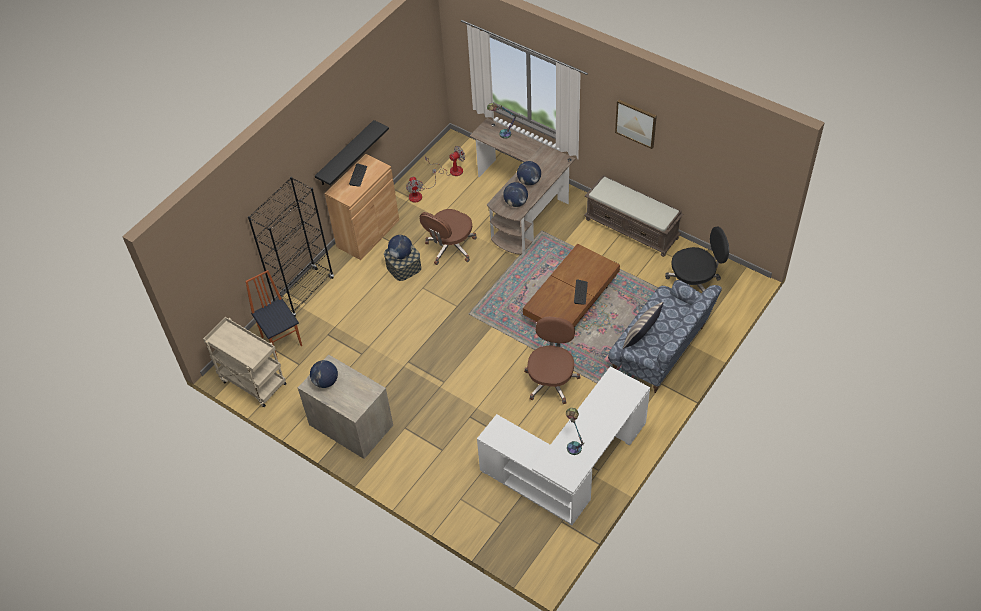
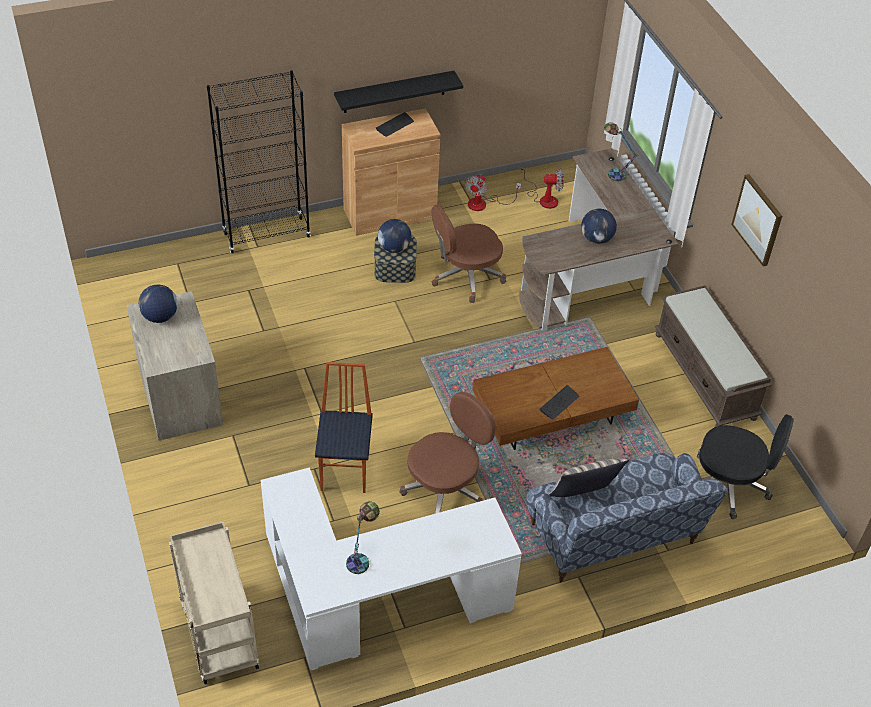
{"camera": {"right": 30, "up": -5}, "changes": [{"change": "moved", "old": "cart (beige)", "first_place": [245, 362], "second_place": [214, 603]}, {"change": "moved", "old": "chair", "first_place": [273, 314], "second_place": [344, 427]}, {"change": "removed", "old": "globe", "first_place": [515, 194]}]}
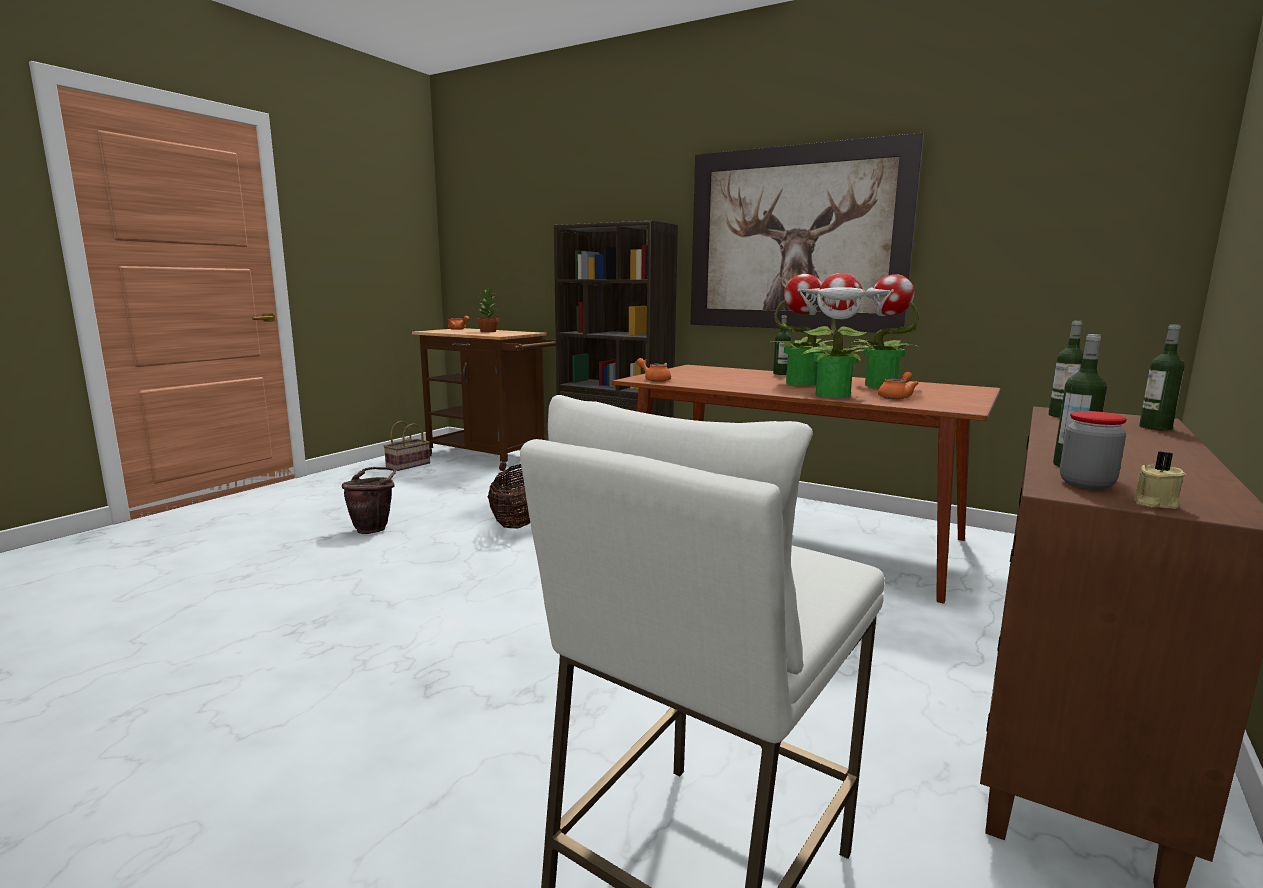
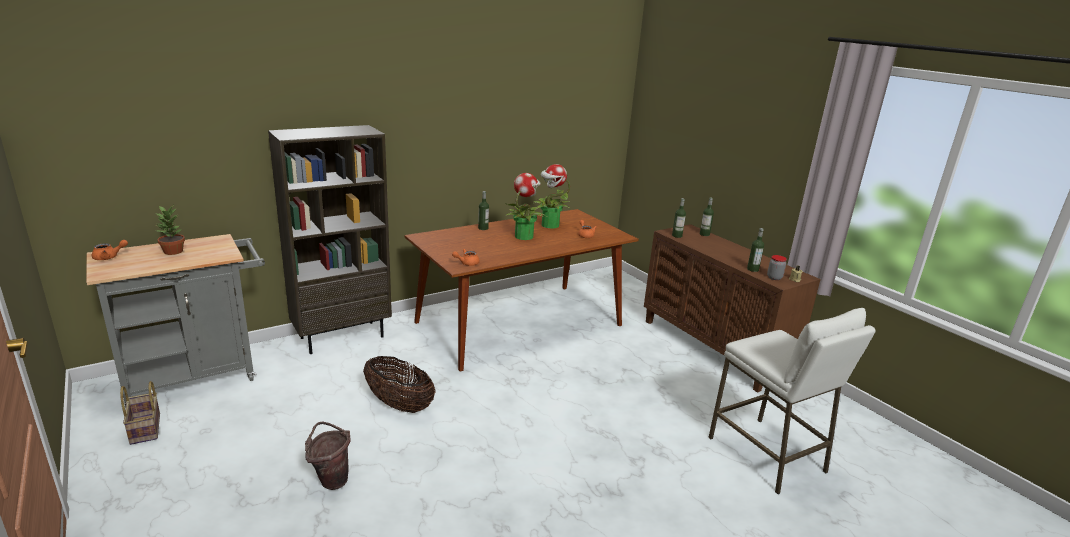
{"camera": {"right": -65, "up": 10}, "changes": [{"change": "recoloured", "old": "cart (brown)", "new": "cart (grey)", "first_place": [484, 399], "second_place": [175, 321]}, {"change": "removed", "old": "picture", "first_place": [807, 233]}, {"change": "removed", "old": "potted plant", "first_place": [835, 335]}]}
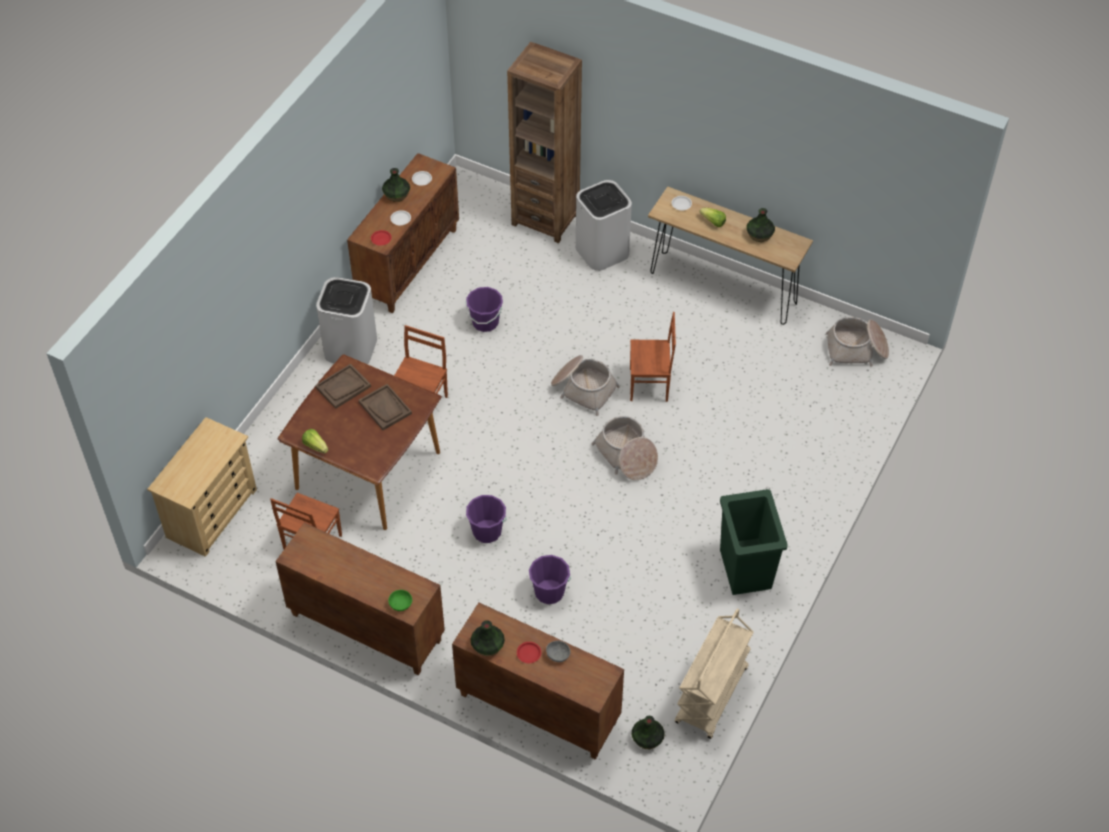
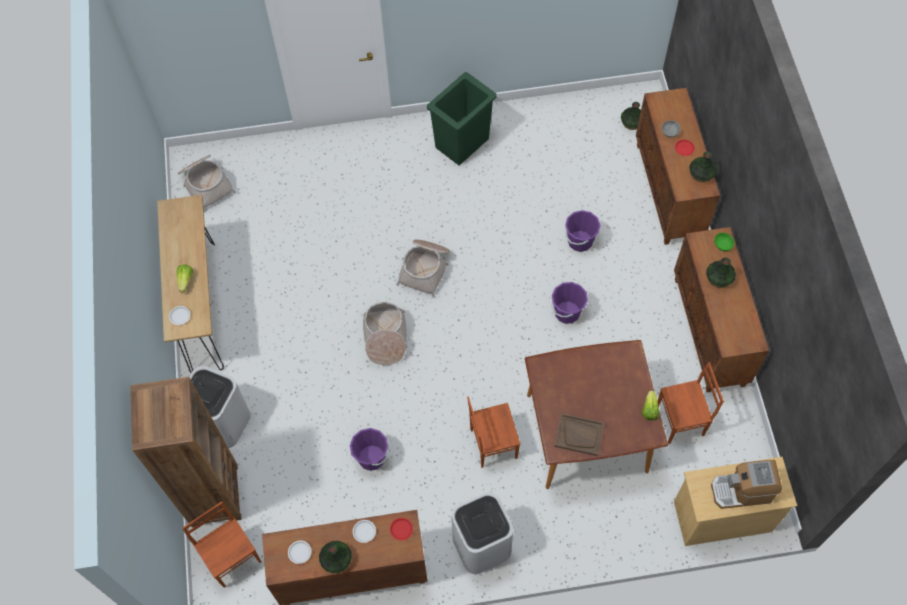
{"camera": {"right": -125, "up": 10}, "changes": [{"change": "moved", "old": "chair (brown)", "first_place": [653, 357], "second_place": [221, 545]}, {"change": "moved", "old": "vase", "first_place": [760, 225], "second_place": [721, 272]}, {"change": "added", "new": "coffee machine", "second_place": [746, 484]}, {"change": "removed", "old": "tray (brown)", "first_place": [385, 407]}, {"change": "removed", "old": "cart (beige)", "first_place": [714, 674]}]}
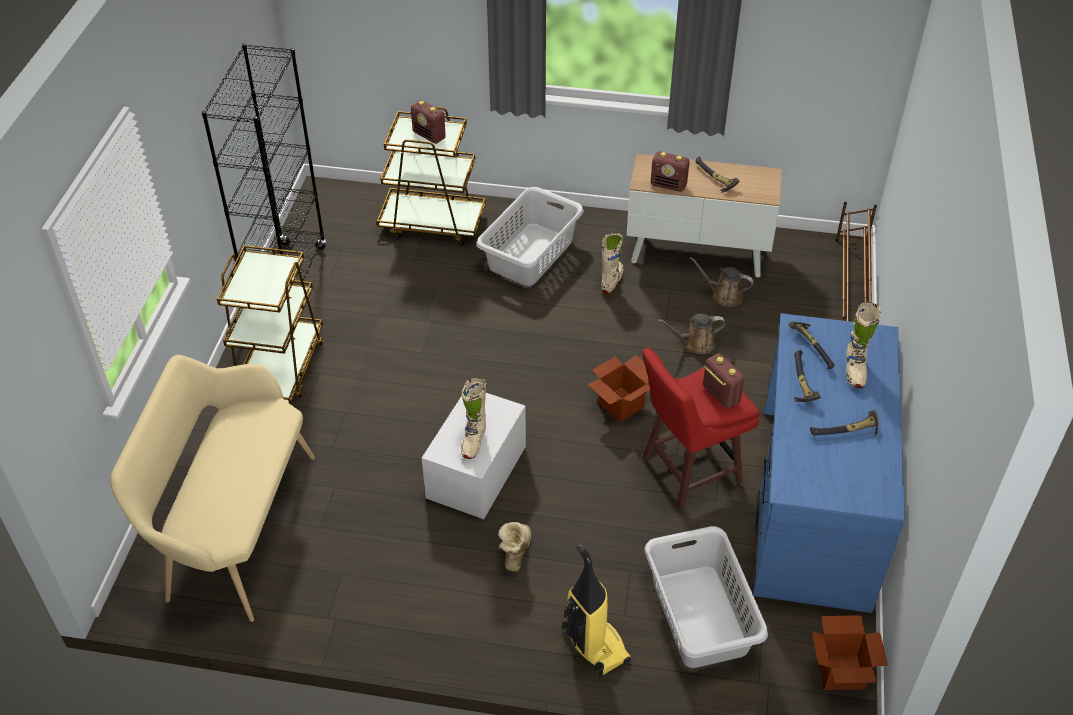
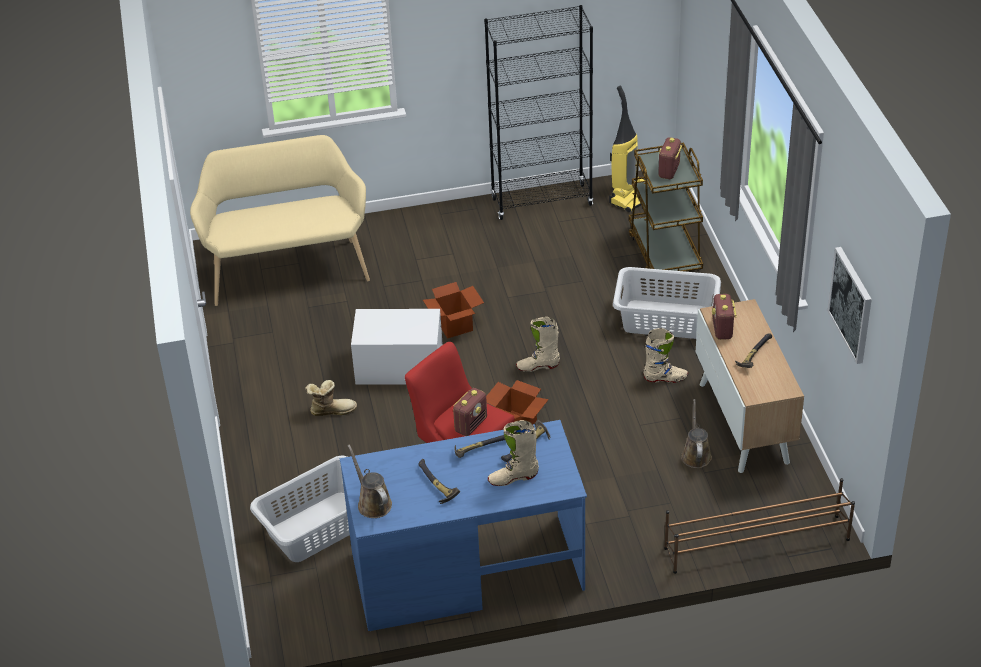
{"camera": {"right": 70, "up": -5}, "changes": [{"change": "moved", "old": "watering can (brown)", "first_place": [692, 334], "second_place": [370, 481]}, {"change": "moved", "old": "cardboard box", "first_place": [850, 652], "second_place": [453, 310]}, {"change": "moved", "old": "boot (beige)", "first_place": [473, 418], "second_place": [538, 344]}, {"change": "moved", "old": "vacuum cleaner", "first_place": [596, 611], "second_place": [627, 149]}, {"change": "added", "new": "picture", "second_place": [850, 305]}, {"change": "removed", "old": "cart (brown)", "first_place": [270, 324]}]}
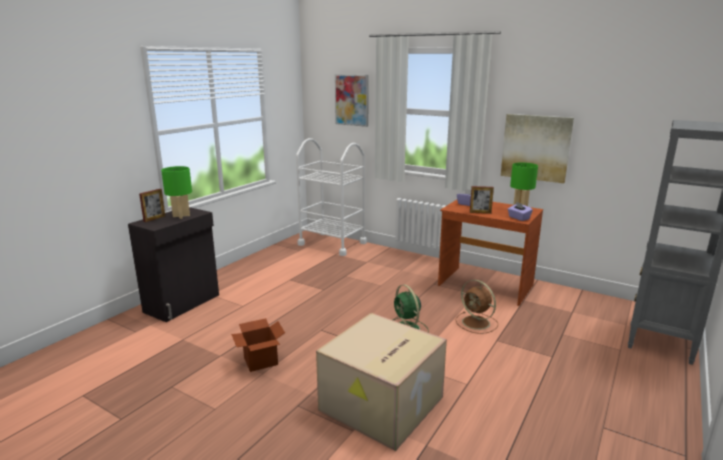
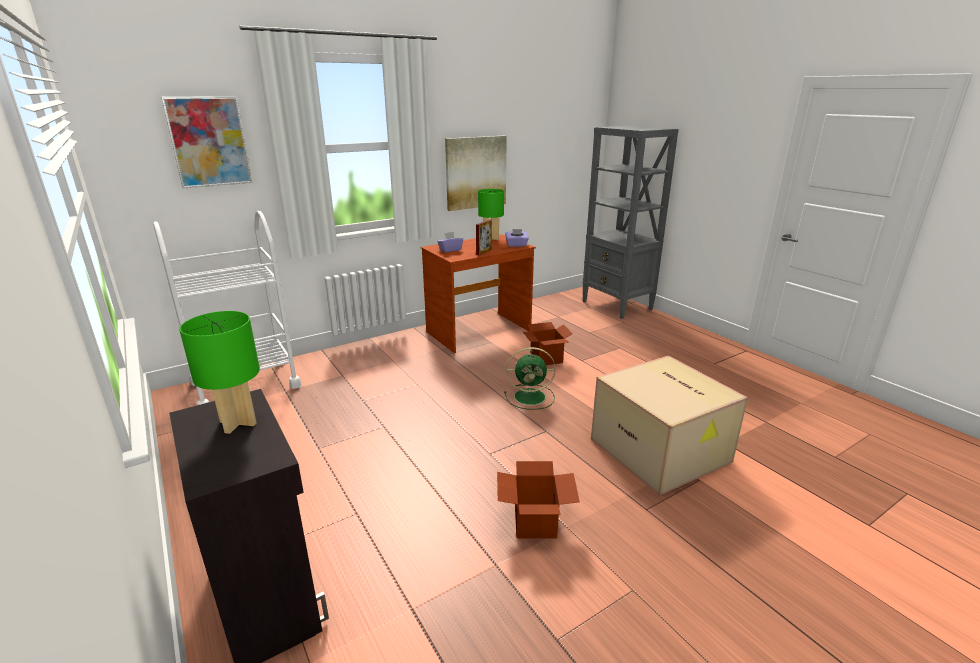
{"camera": {"right": -65, "up": 5}, "changes": [{"change": "replaced", "old": "fan (brown)", "new": "cardboard box", "first_place": [477, 307], "second_place": [548, 343]}, {"change": "removed", "old": "picture frame", "first_place": [152, 205]}]}
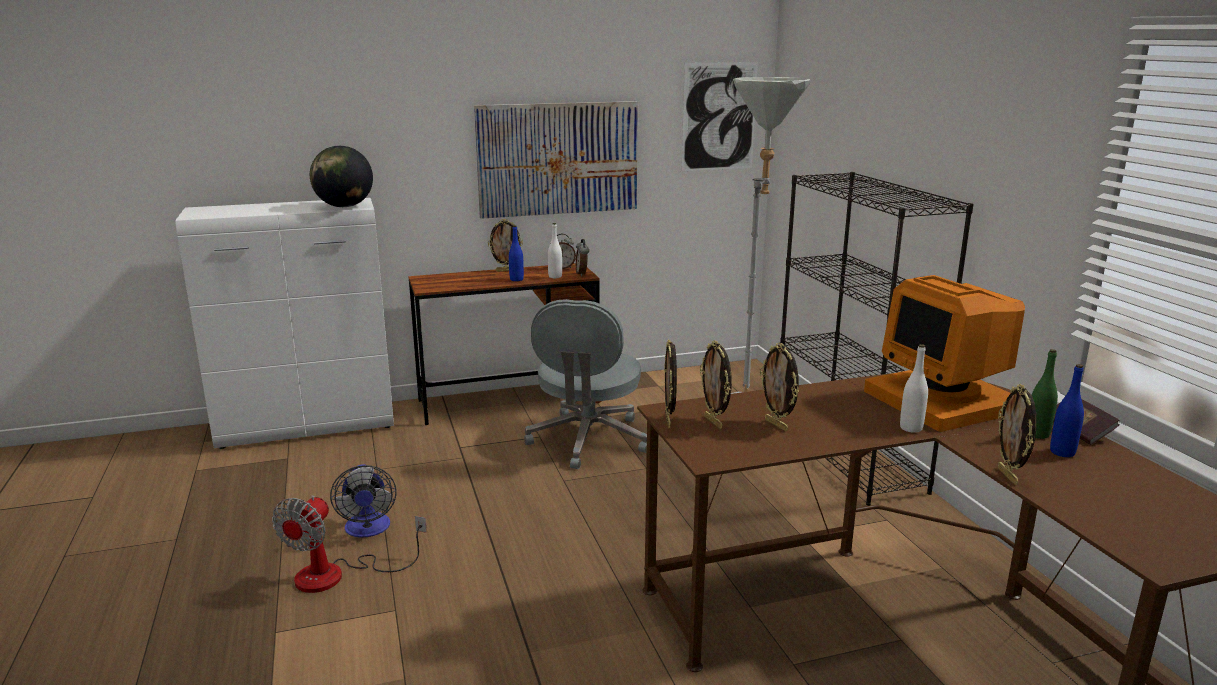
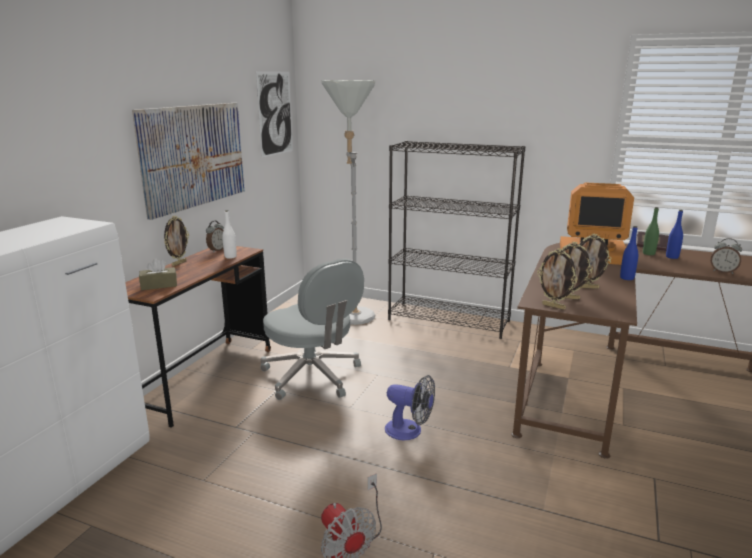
{"camera": {"right": -50, "up": 0}, "changes": [{"change": "added", "new": "tissue box (brown)", "second_place": [158, 274]}, {"change": "moved", "old": "fan", "first_place": [363, 501], "second_place": [410, 407]}, {"change": "moved", "old": "bottle (blue)", "first_place": [516, 253], "second_place": [629, 253]}, {"change": "moved", "old": "alarm clock", "first_place": [582, 258], "second_place": [726, 256]}, {"change": "removed", "old": "globe", "first_place": [341, 176]}, {"change": "removed", "old": "bottle (white)", "first_place": [914, 388]}, {"change": "removed", "old": "picture frame", "first_place": [1017, 434]}]}
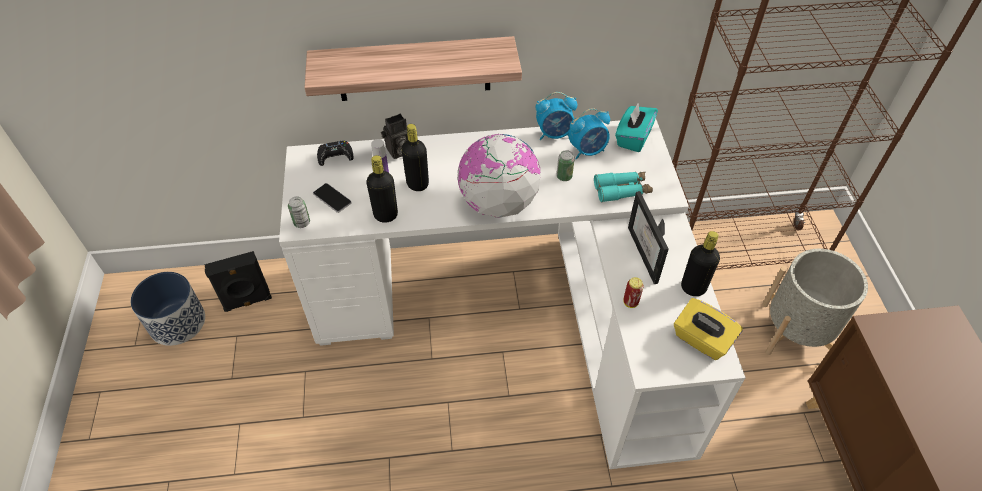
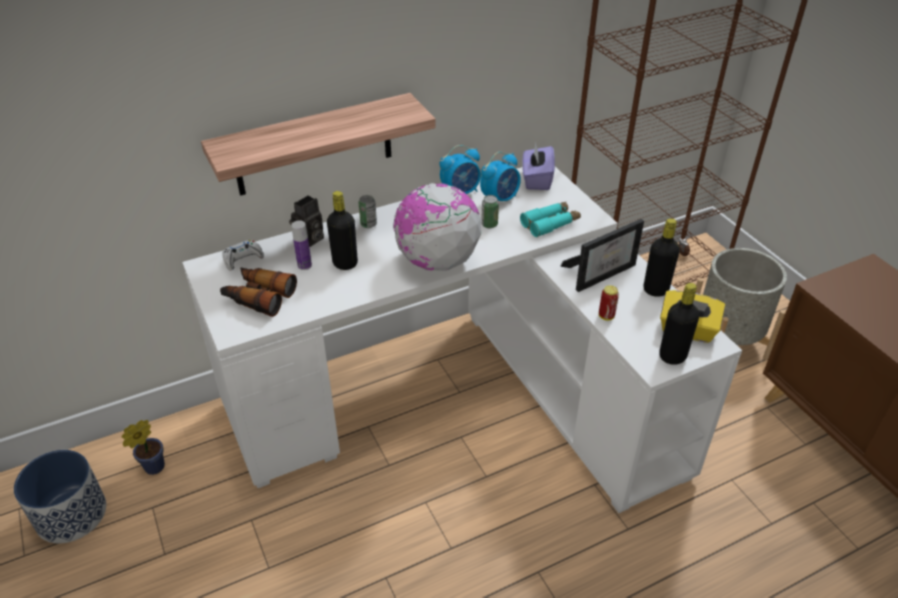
{"camera": {"right": -20, "up": -10}, "changes": [{"change": "replaced", "old": "speaker (black)", "new": "potted plant", "first_place": [238, 281], "second_place": [143, 447]}, {"change": "replaced", "old": "phone", "new": "binoculars", "first_place": [332, 198], "second_place": [258, 292]}, {"change": "recoloured", "old": "game controller (black)", "new": "game controller (white)", "first_place": [335, 153], "second_place": [243, 255]}, {"change": "moved", "old": "can", "first_place": [299, 212], "second_place": [368, 211]}, {"change": "recoloured", "old": "tissue box (turquoise)", "new": "tissue box (purple)", "first_place": [636, 127], "second_place": [538, 166]}, {"change": "turned", "old": "picture frame", "first_place": [648, 237], "second_place": [602, 255], "degrees": -90}, {"change": "moved", "old": "bottle (black)", "first_place": [382, 189], "second_place": [679, 324]}]}
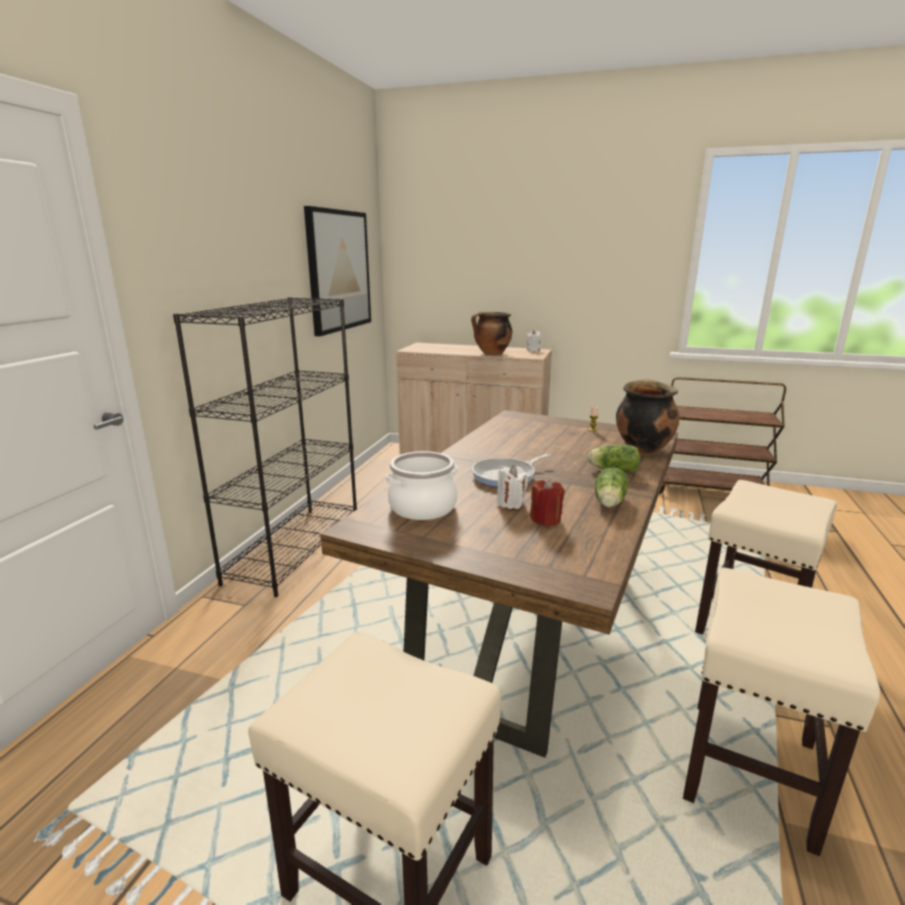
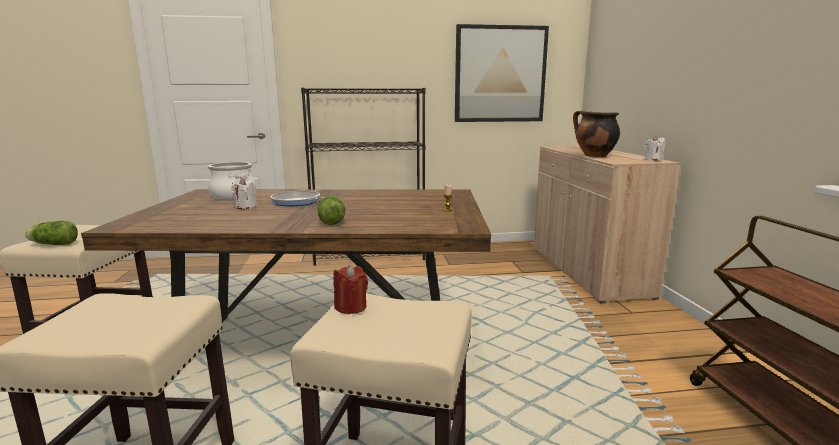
{"camera": {"right": 65, "up": -5}, "changes": [{"change": "moved", "old": "lettuce", "first_place": [612, 487], "second_place": [51, 233]}, {"change": "moved", "old": "candle (red)", "first_place": [547, 502], "second_place": [350, 289]}, {"change": "removed", "old": "cooking pot", "first_place": [647, 417]}]}
